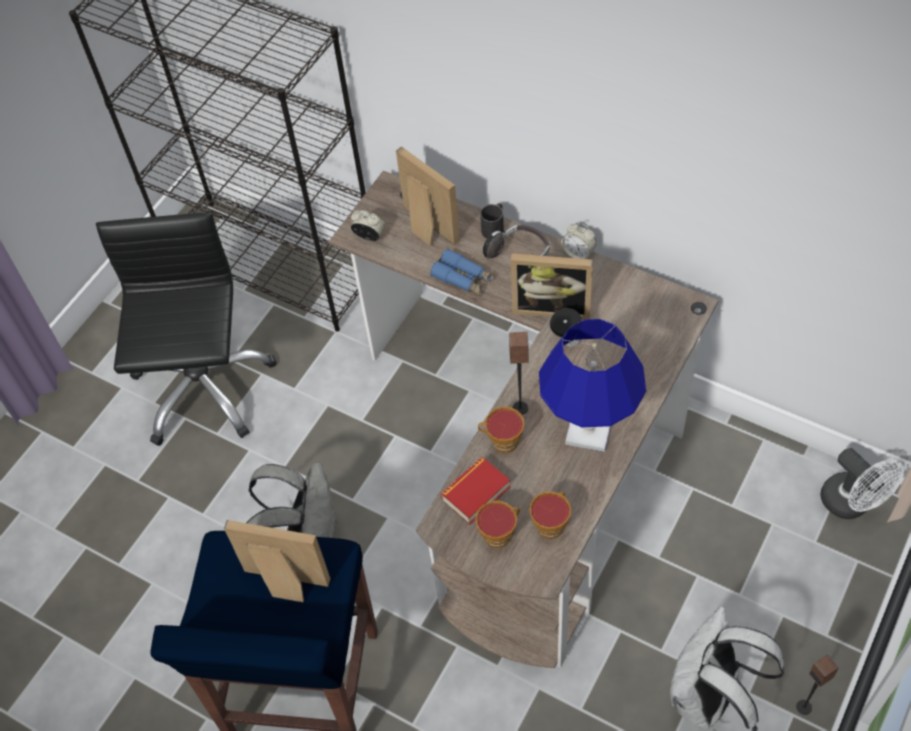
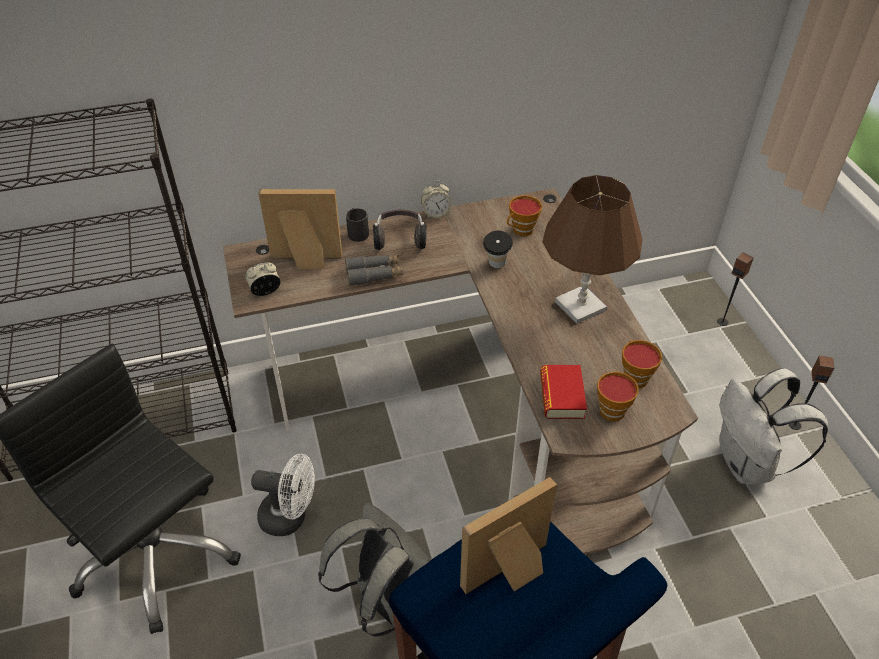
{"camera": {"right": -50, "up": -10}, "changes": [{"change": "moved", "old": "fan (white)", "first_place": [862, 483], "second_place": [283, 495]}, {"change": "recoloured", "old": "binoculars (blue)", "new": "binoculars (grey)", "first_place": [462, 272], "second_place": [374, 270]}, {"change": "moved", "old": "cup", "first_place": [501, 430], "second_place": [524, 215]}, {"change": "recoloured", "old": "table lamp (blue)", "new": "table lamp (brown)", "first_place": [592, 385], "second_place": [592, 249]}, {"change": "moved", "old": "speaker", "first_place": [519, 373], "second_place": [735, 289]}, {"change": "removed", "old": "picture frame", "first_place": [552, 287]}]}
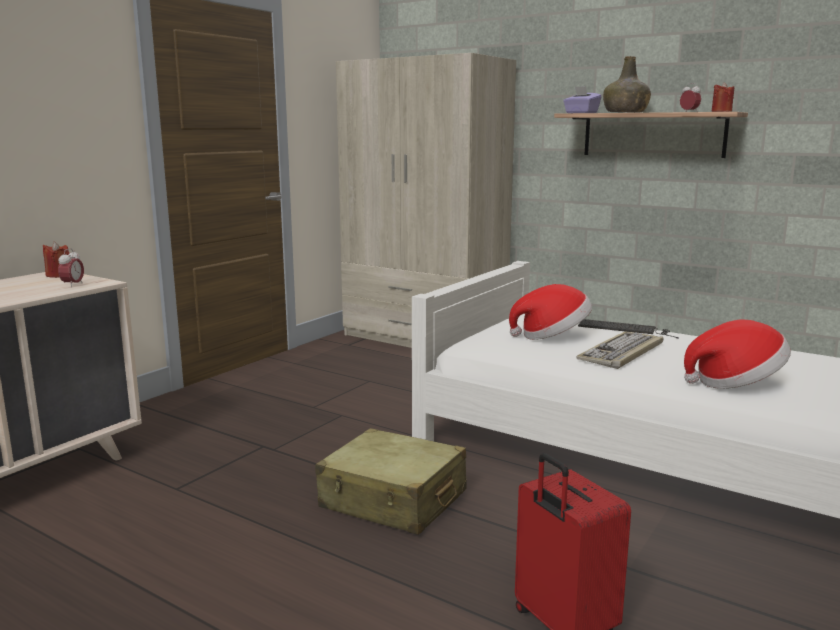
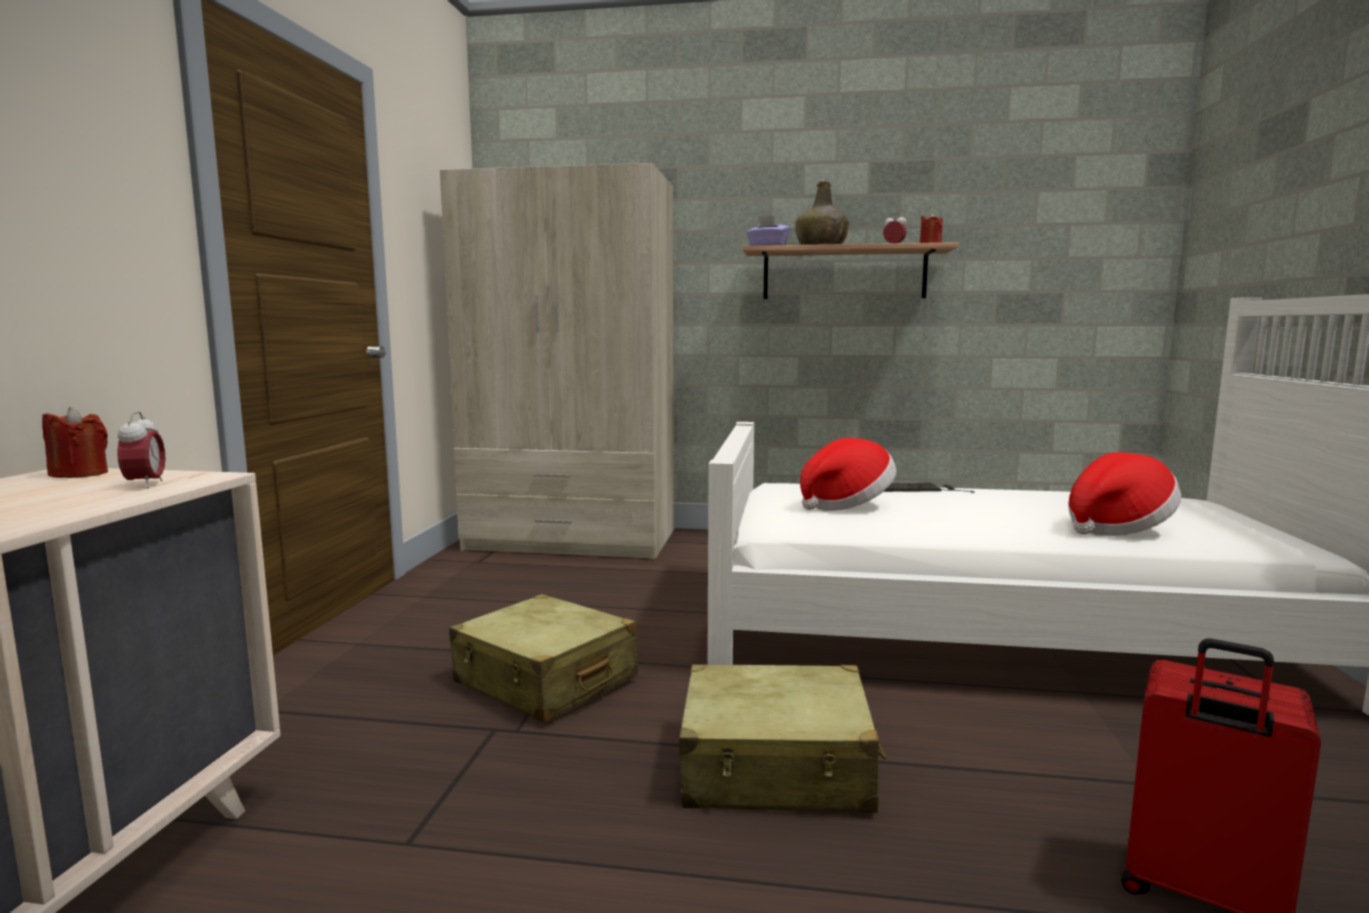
{"camera": {"right": -25, "up": -5}, "changes": [{"change": "added", "new": "suitcase (beige)", "second_place": [543, 658]}, {"change": "removed", "old": "keyboard", "first_place": [620, 350]}]}
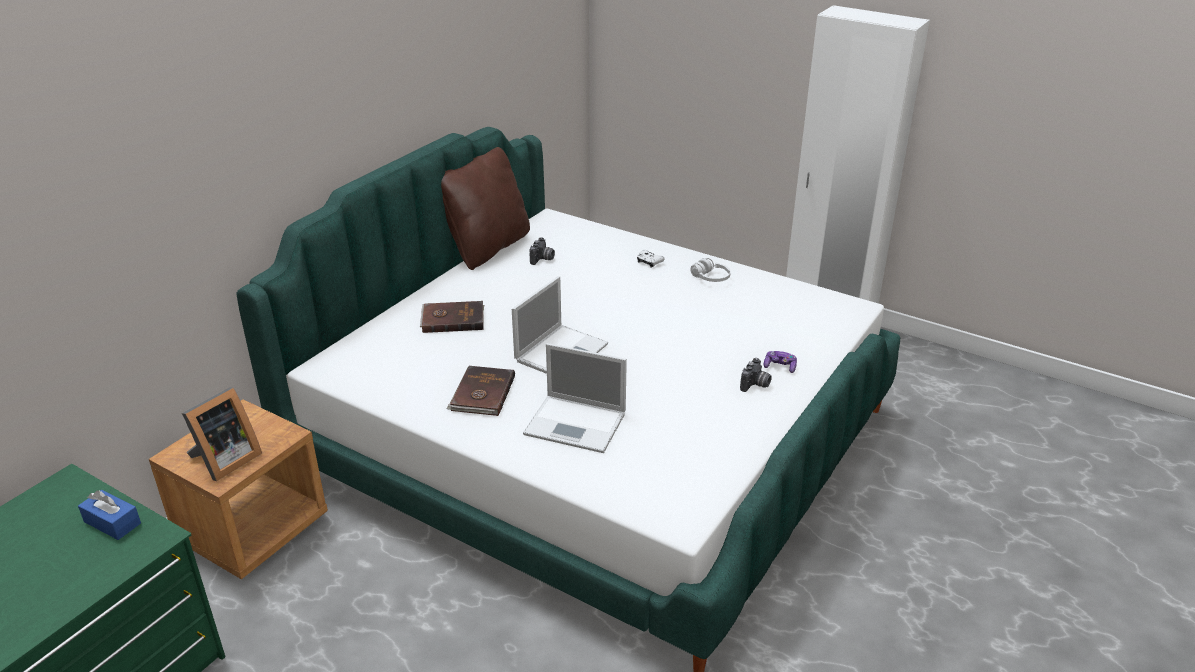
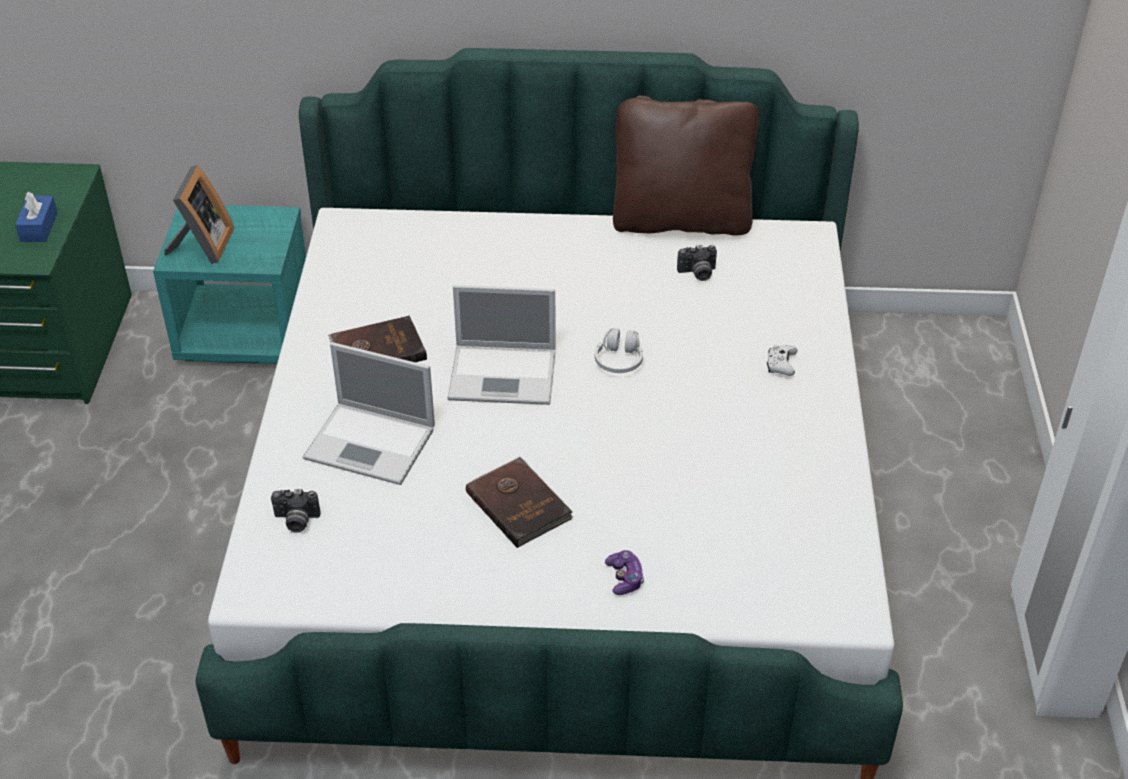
{"camera": {"right": 60, "up": 10}, "changes": [{"change": "recoloured", "old": "nightstand (brown)", "new": "nightstand (turquoise)", "first_place": [238, 489], "second_place": [229, 284]}, {"change": "turned", "old": "picture frame", "first_place": [222, 434], "second_place": [199, 214], "degrees": -90}, {"change": "moved", "old": "photo camera", "first_place": [756, 375], "second_place": [295, 511]}, {"change": "turned", "old": "laptop", "first_place": [575, 398], "second_place": [369, 413], "degrees": -60}, {"change": "moved", "old": "book (brown)", "first_place": [452, 317], "second_place": [519, 502]}, {"change": "moved", "old": "headphones (white)", "first_place": [710, 270], "second_place": [619, 350]}]}
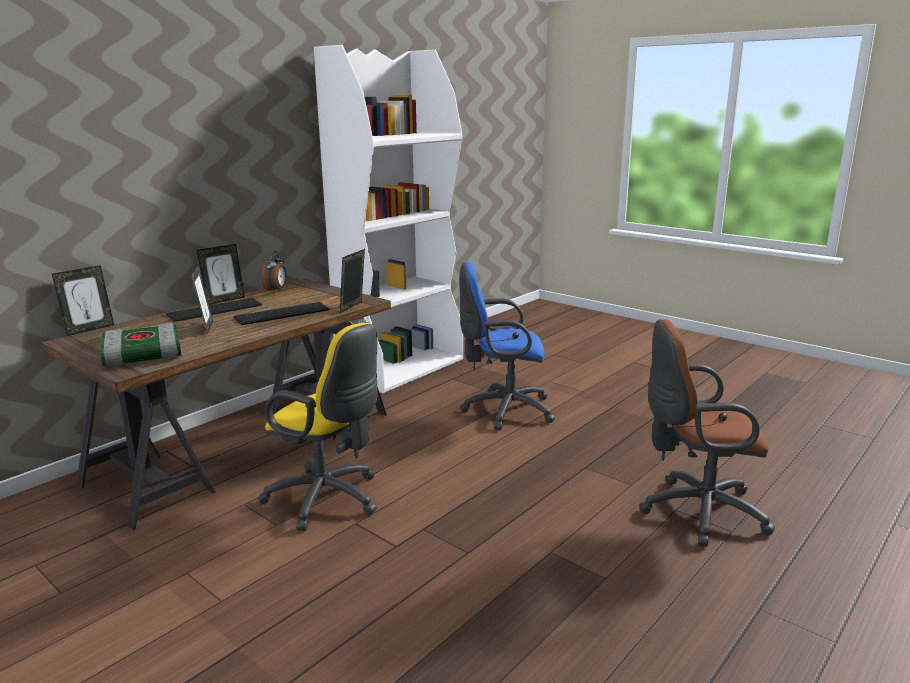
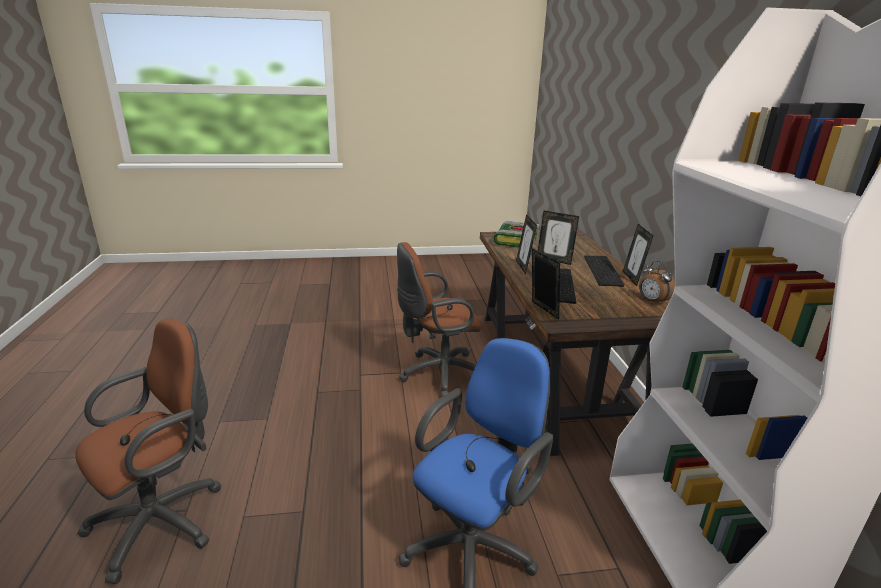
{"camera": {"right": 130, "up": 5}, "changes": [{"change": "recoloured", "old": "office chair (yellow)", "new": "office chair (brown)", "first_place": [318, 427], "second_place": [439, 319]}, {"change": "moved", "old": "picture frame", "first_place": [83, 300], "second_place": [526, 244]}]}
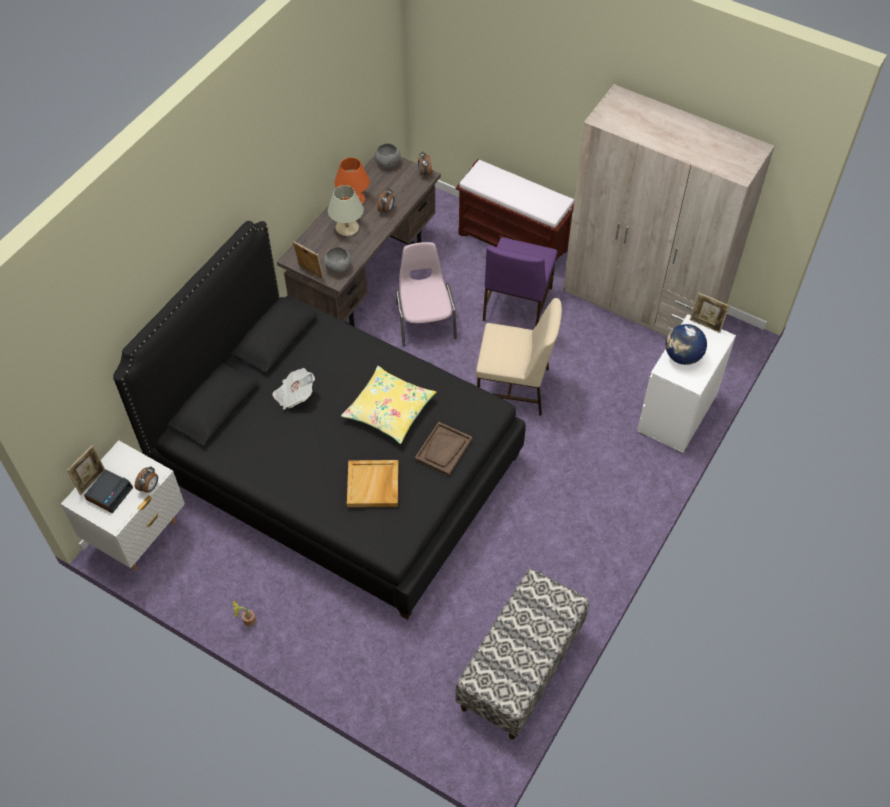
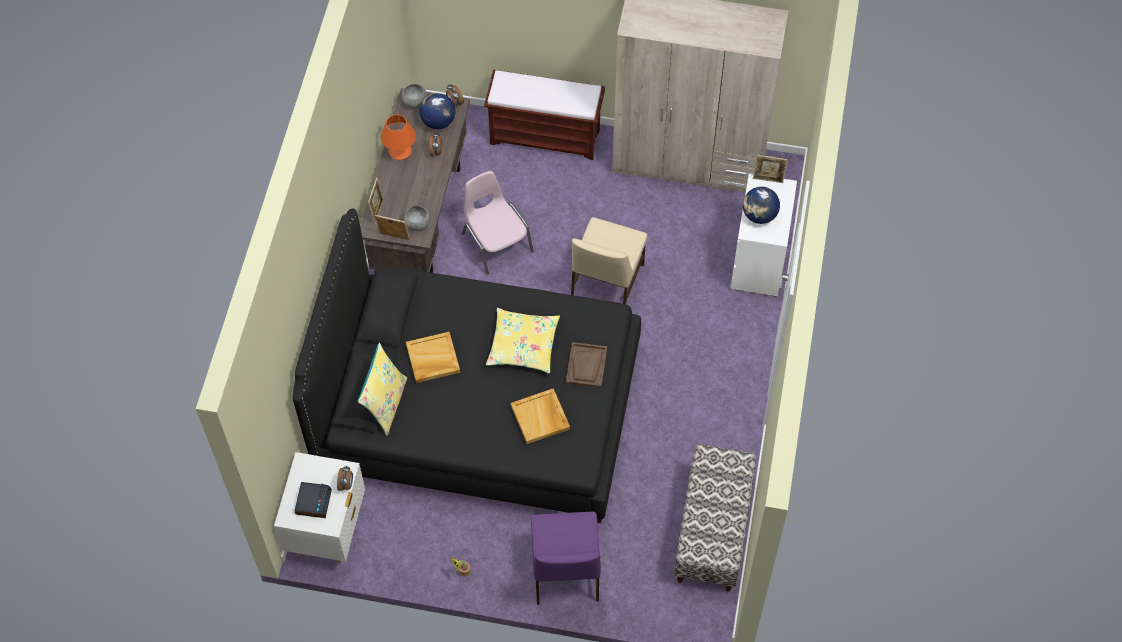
{"camera": {"right": -20, "up": 5}, "changes": [{"change": "added", "new": "pillow (yellow)", "second_place": [382, 389]}, {"change": "moved", "old": "picture frame", "first_place": [86, 470], "second_place": [376, 201]}, {"change": "replaced", "old": "newspaper", "new": "tray (beige)", "first_place": [293, 389], "second_place": [433, 357]}, {"change": "added", "new": "globe", "second_place": [437, 111]}, {"change": "moved", "old": "chair (purple)", "first_place": [520, 282], "second_place": [566, 558]}, {"change": "turned", "old": "chair (beige)", "first_place": [519, 356], "second_place": [609, 260], "degrees": 120}, {"change": "removed", "old": "table lamp (beige)", "first_place": [346, 210]}]}
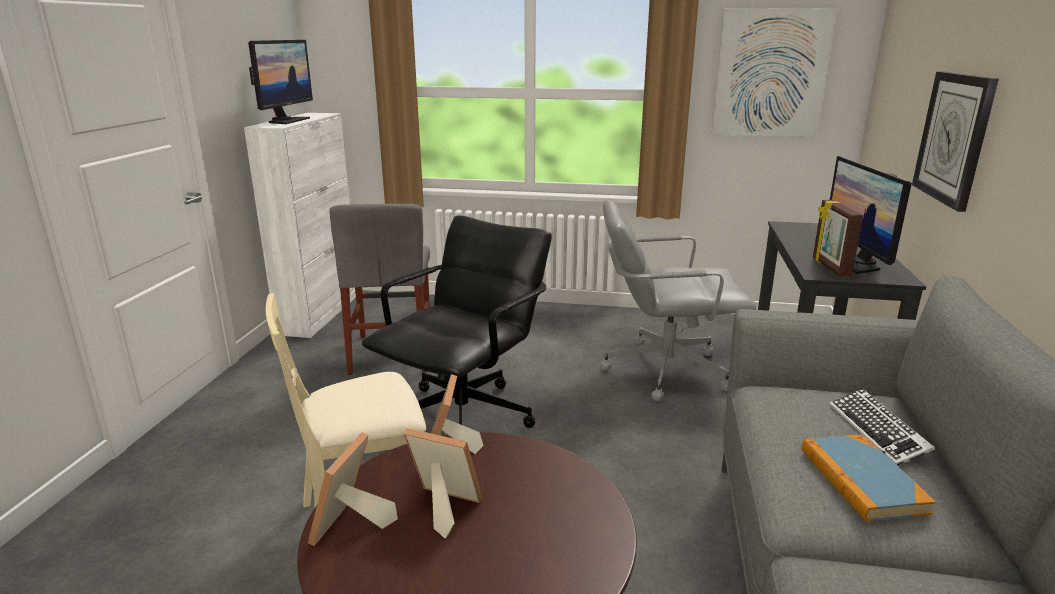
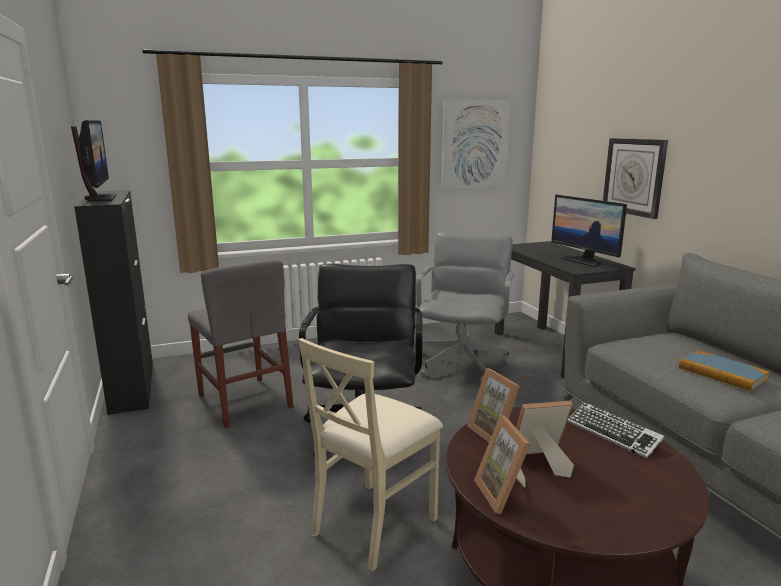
{"camera": {"right": -30, "up": -5}, "changes": [{"change": "recoloured", "old": "cabinet (white)", "new": "cabinet (black)", "first_place": [300, 225], "second_place": [113, 302]}, {"change": "turned", "old": "office chair (grey)", "first_place": [678, 300], "second_place": [465, 307], "degrees": 135}, {"change": "moved", "old": "keyboard", "first_place": [882, 427], "second_place": [615, 430]}, {"change": "removed", "old": "picture frame", "first_place": [838, 238]}]}
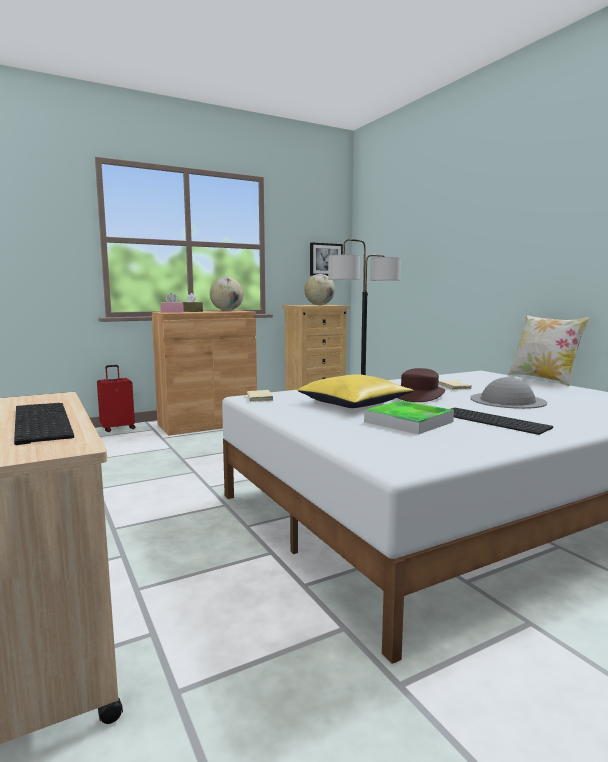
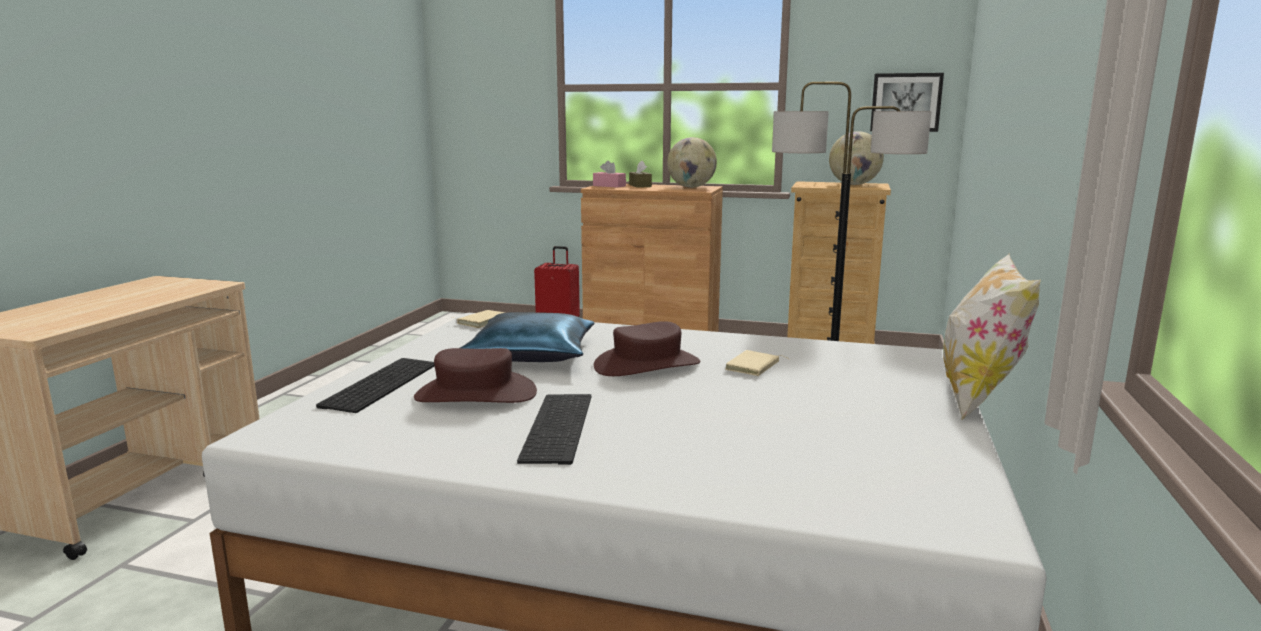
{"camera": {"right": 45, "up": 5}, "changes": [{"change": "moved", "old": "keyboard", "first_place": [44, 424], "second_place": [375, 385]}, {"change": "replaced", "old": "tray", "new": "hat (brown)", "first_place": [409, 417], "second_place": [475, 375]}, {"change": "recoloured", "old": "pillow (yellow)", "new": "pillow (blue)", "first_place": [355, 391], "second_place": [527, 337]}, {"change": "removed", "old": "hat (grey)", "first_place": [508, 393]}]}
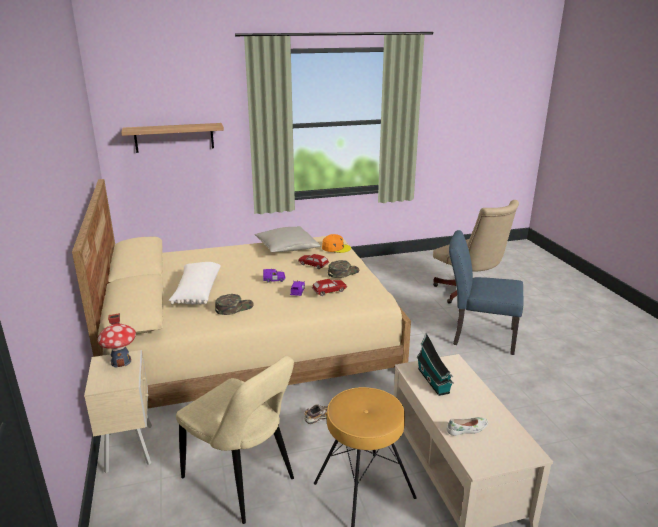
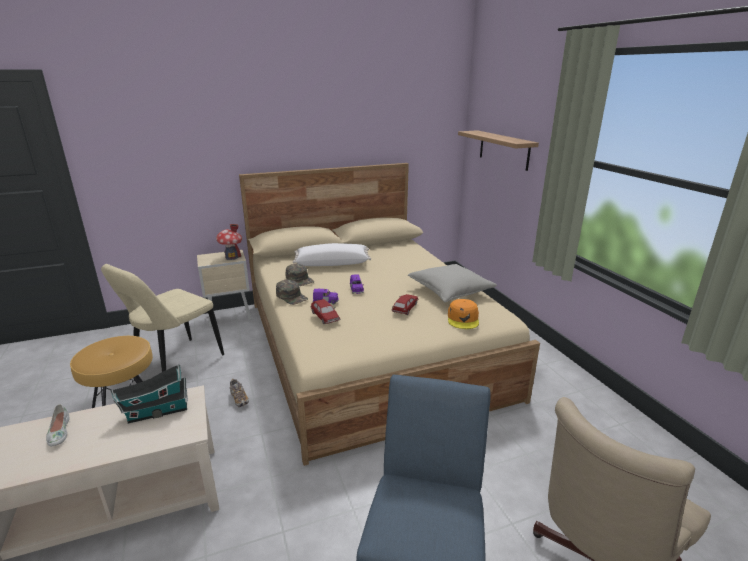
{"camera": {"right": 85, "up": 0}, "changes": [{"change": "moved", "old": "cap (green)", "first_place": [343, 269], "second_place": [292, 292]}]}
